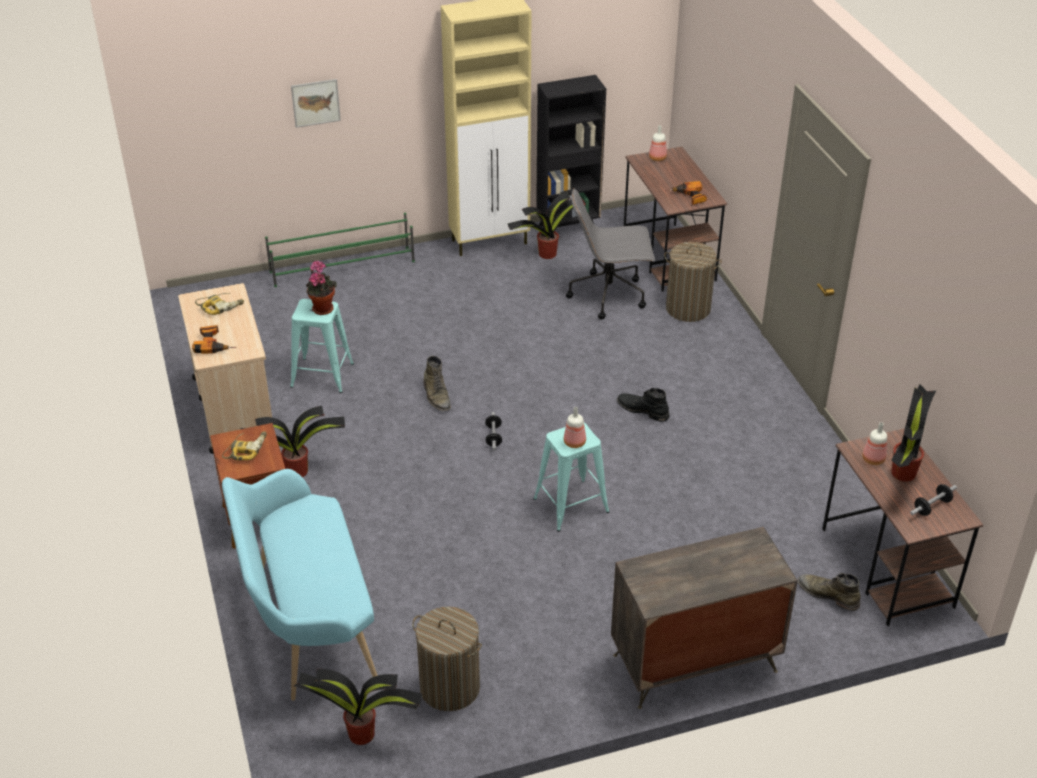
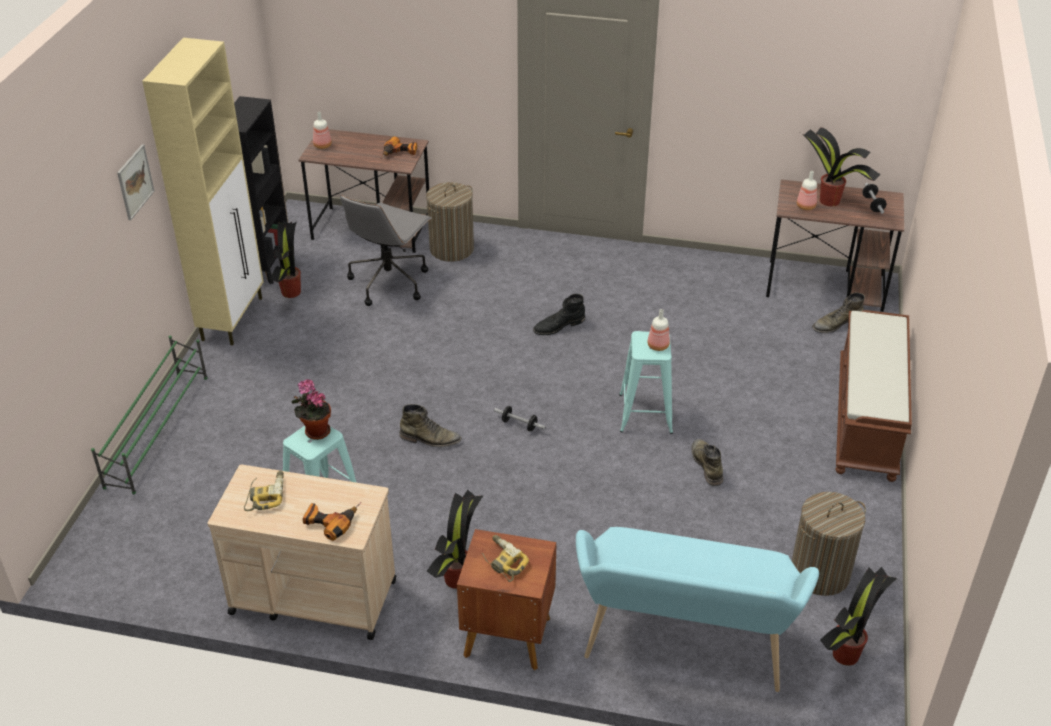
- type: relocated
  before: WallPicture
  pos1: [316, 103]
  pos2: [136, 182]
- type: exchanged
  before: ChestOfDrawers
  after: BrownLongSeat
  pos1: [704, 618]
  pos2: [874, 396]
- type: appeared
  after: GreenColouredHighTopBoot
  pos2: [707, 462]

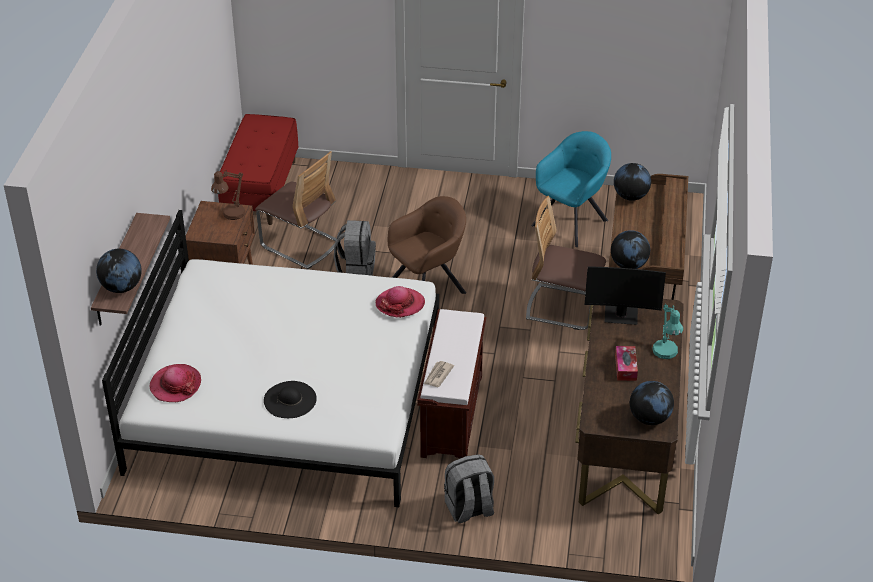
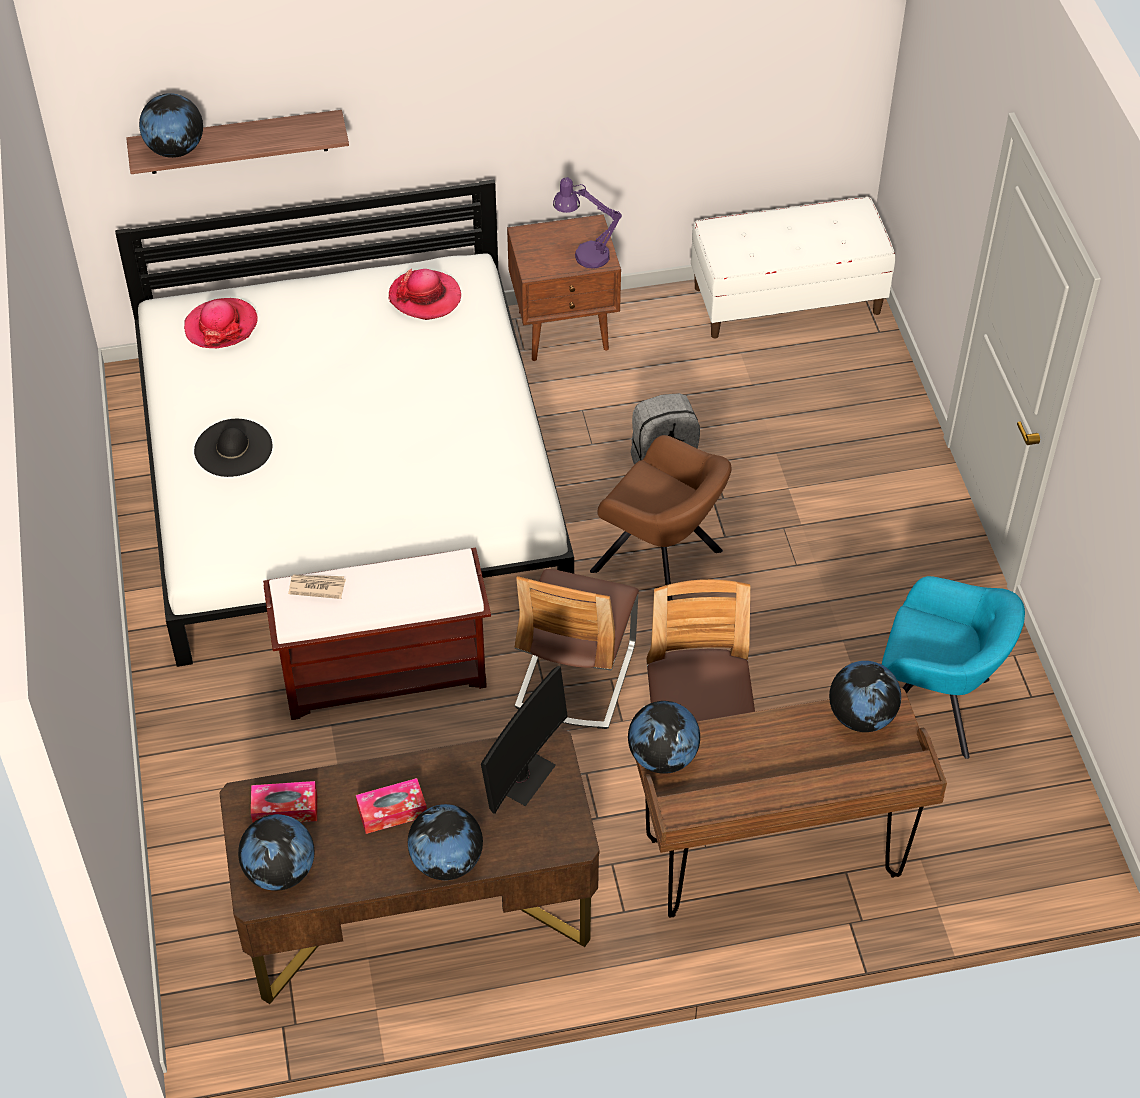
- type: colour
  before: RedLongSeat
  after: WhiteLongSeat
  pos1: [258, 169]
  pos2: [793, 267]
- type: relocated
  before: Chair
  pos1: [298, 210]
  pos2: [577, 649]
- type: colour
  before: BrownTableLamp
  after: PurpleTableLamp
  pos1: [228, 194]
  pos2: [587, 222]
- type: spun
  before: Monitor
  pos1: [625, 295]
  pos2: [524, 740]
  turn: -135
- type: relocated
  before: ClothingHat
  pos1: [400, 302]
  pos2: [425, 294]
- type: exchanged
  before: TurquoiseColouredTableLamp
  after: DeskGlobe
  pos1: [668, 331]
  pos2: [445, 842]
- type: missing
  before: GreyishKnapsack
  pos1: [469, 488]
- type: appeared
  after: BoxOfTissues
  pos2: [284, 801]

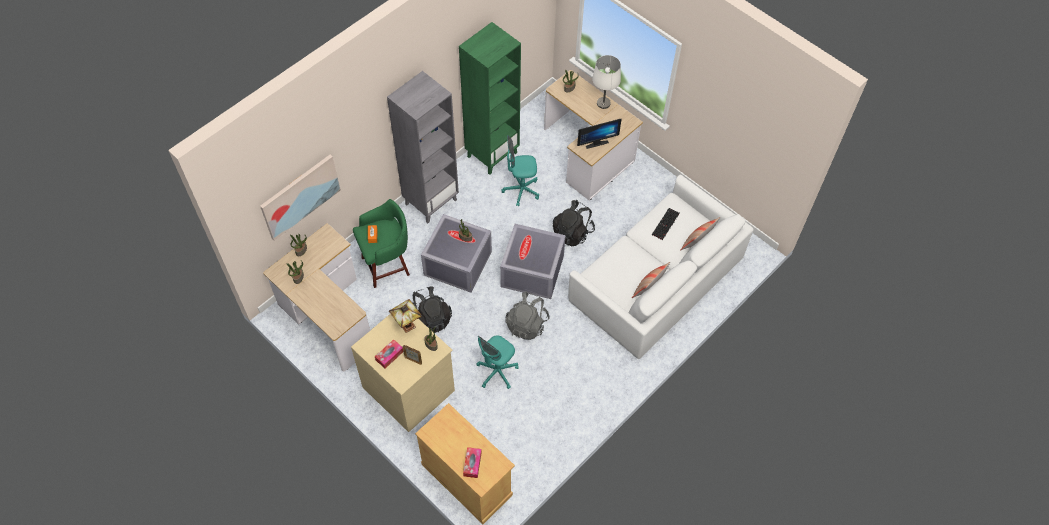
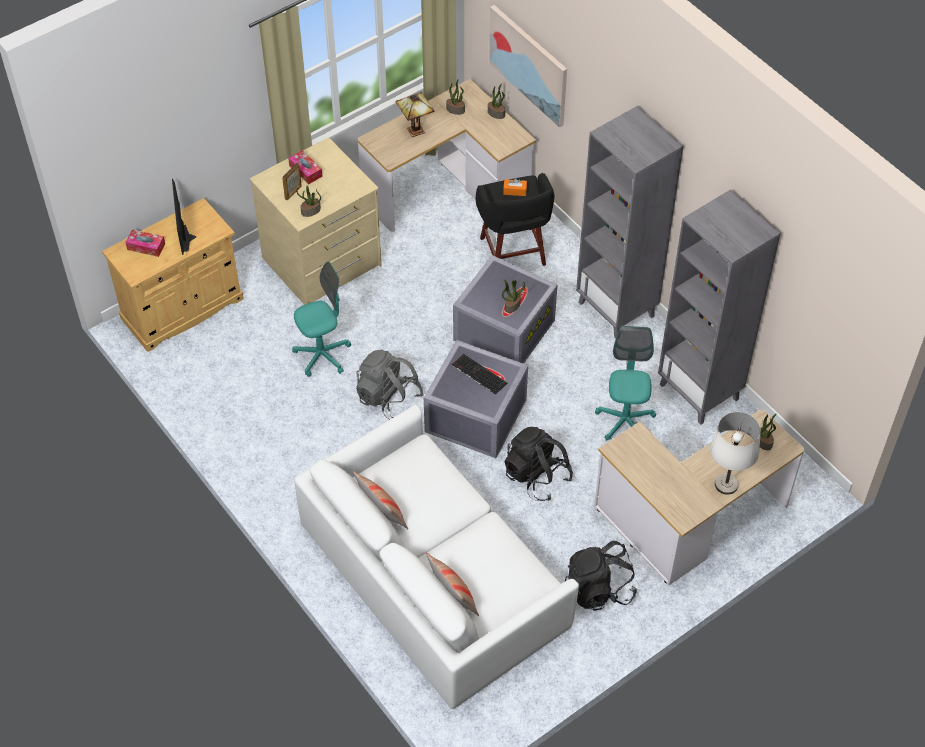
- type: colour
  before: GreenColouredBookcase
  after: GreyishBookcase
  pos1: [490, 98]
  pos2: [719, 307]
- type: relocated
  before: Monitor
  pos1: [599, 133]
  pos2: [184, 217]
- type: colour
  before: GreenColouredStool
  after: BlackColouredStool
  pos1: [381, 243]
  pos2: [515, 219]
- type: relocated
  before: ComputerKeyboard
  pos1: [666, 224]
  pos2: [479, 374]
- type: relocated
  before: BlackColouredKnapsack
  pos1: [432, 309]
  pos2: [601, 576]
- type: relocated
  before: TableLamp
  pos1: [405, 316]
  pos2: [415, 114]
- type: spun
  before: TurquoiseColouredOfficeChair
  pos1: [498, 362]
  pos2: [321, 319]
  turn: 105

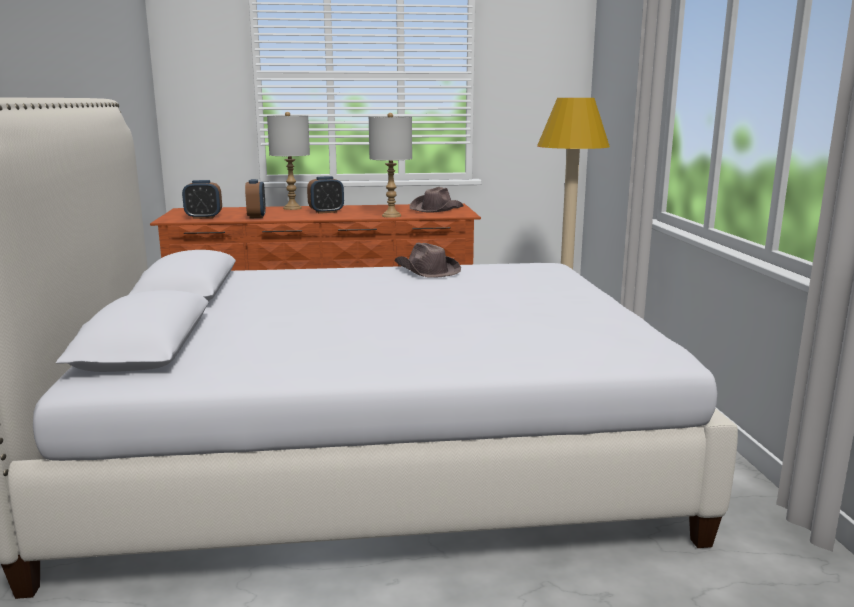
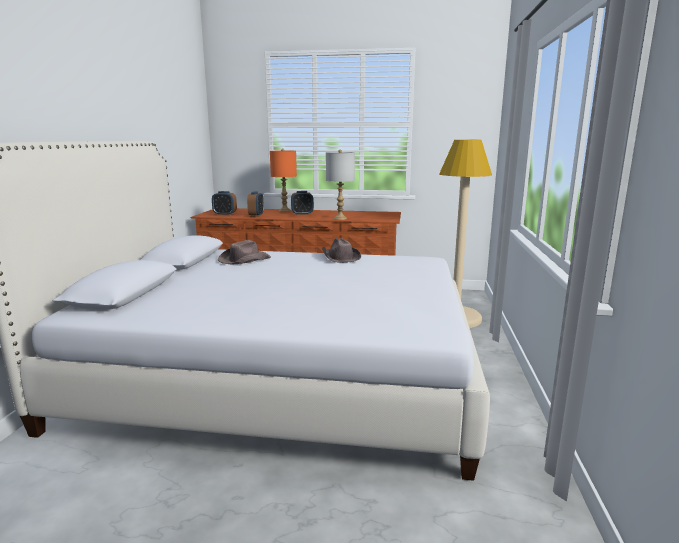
- type: colour
  before: GreyishTableLamp
  after: OrangeTableLamp
  pos1: [288, 161]
  pos2: [283, 180]
- type: relocated
  before: BrownClothingHat
  pos1: [436, 200]
  pos2: [244, 252]

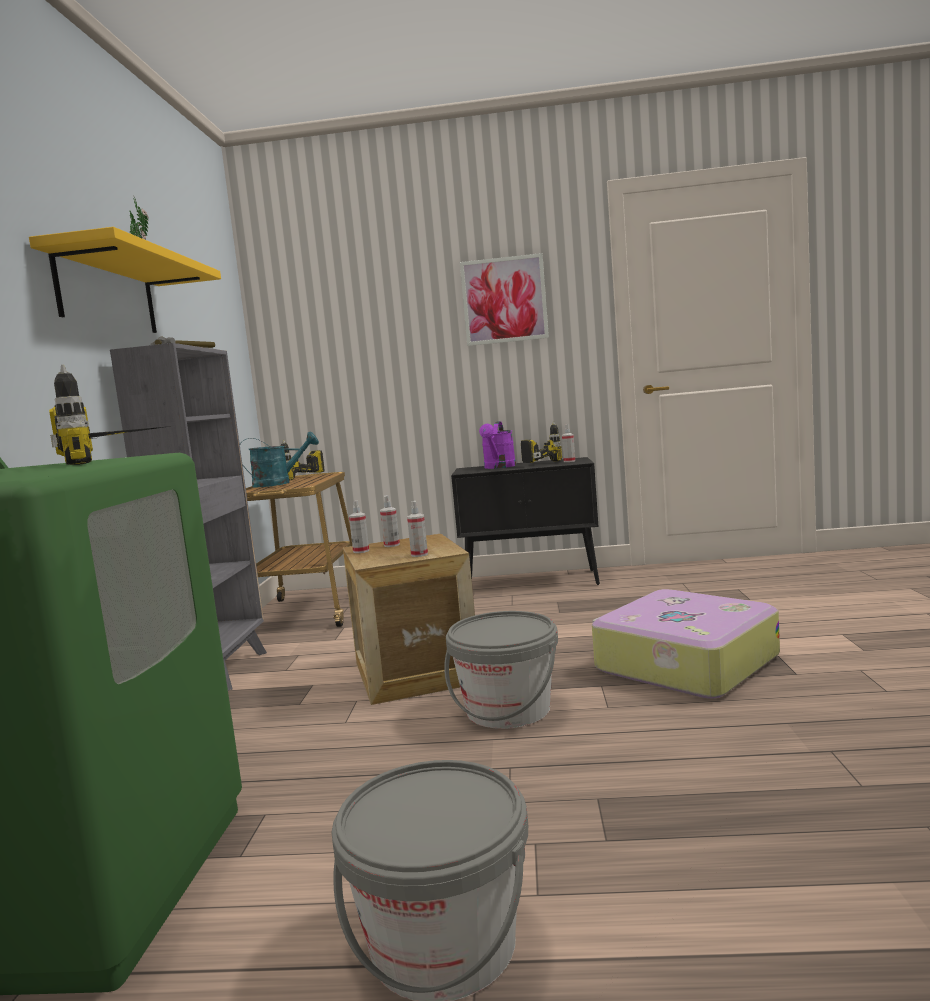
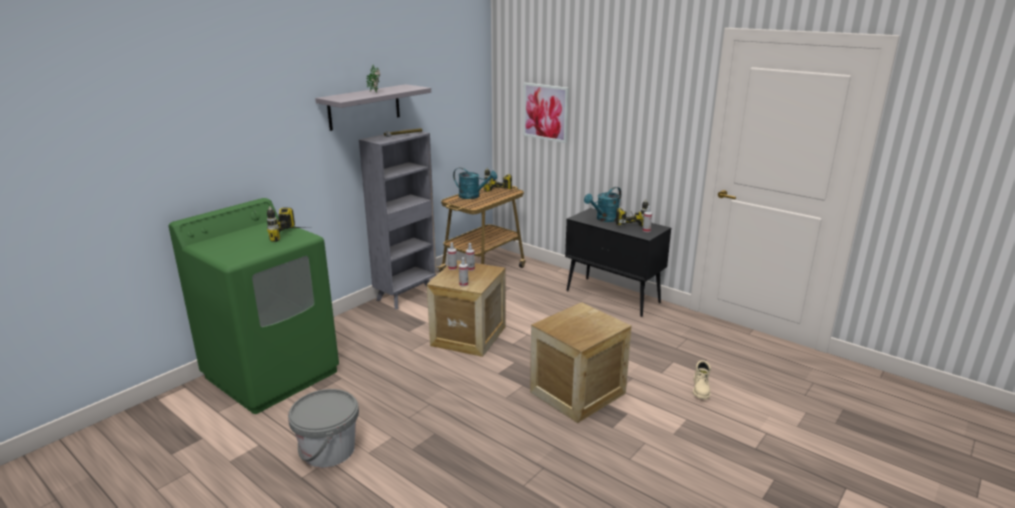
- type: colour
  before: YellowColouredShelf
  after: GreyishShelf
  pos1: [125, 280]
  pos2: [373, 107]
- type: relocated
  before: WallPicture
  pos1: [504, 299]
  pos2: [546, 113]
- type: colour
  before: PurpleSprinklingCan
  after: TurquoiseColouredSprinklingCan
  pos1: [497, 445]
  pos2: [602, 204]
- type: exchanged
  before: Suitcase
  after: ShippingCrate
  pos1: [686, 644]
  pos2: [581, 362]
- type: missing
  before: GreyishPail
  pos1: [501, 670]
- type: appeared
  after: BeigeHighTopBoot
  pos2: [702, 379]

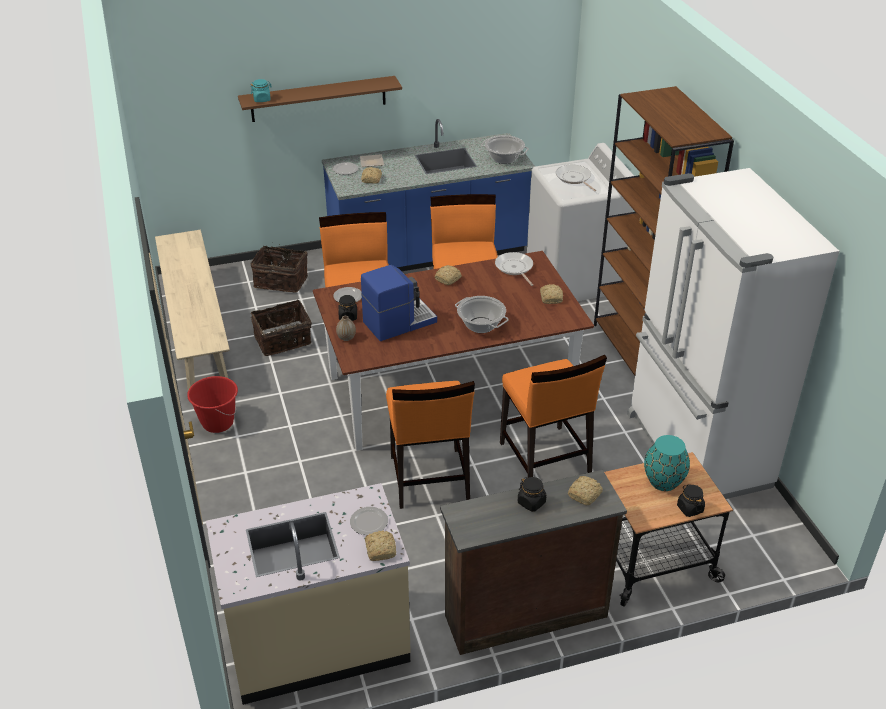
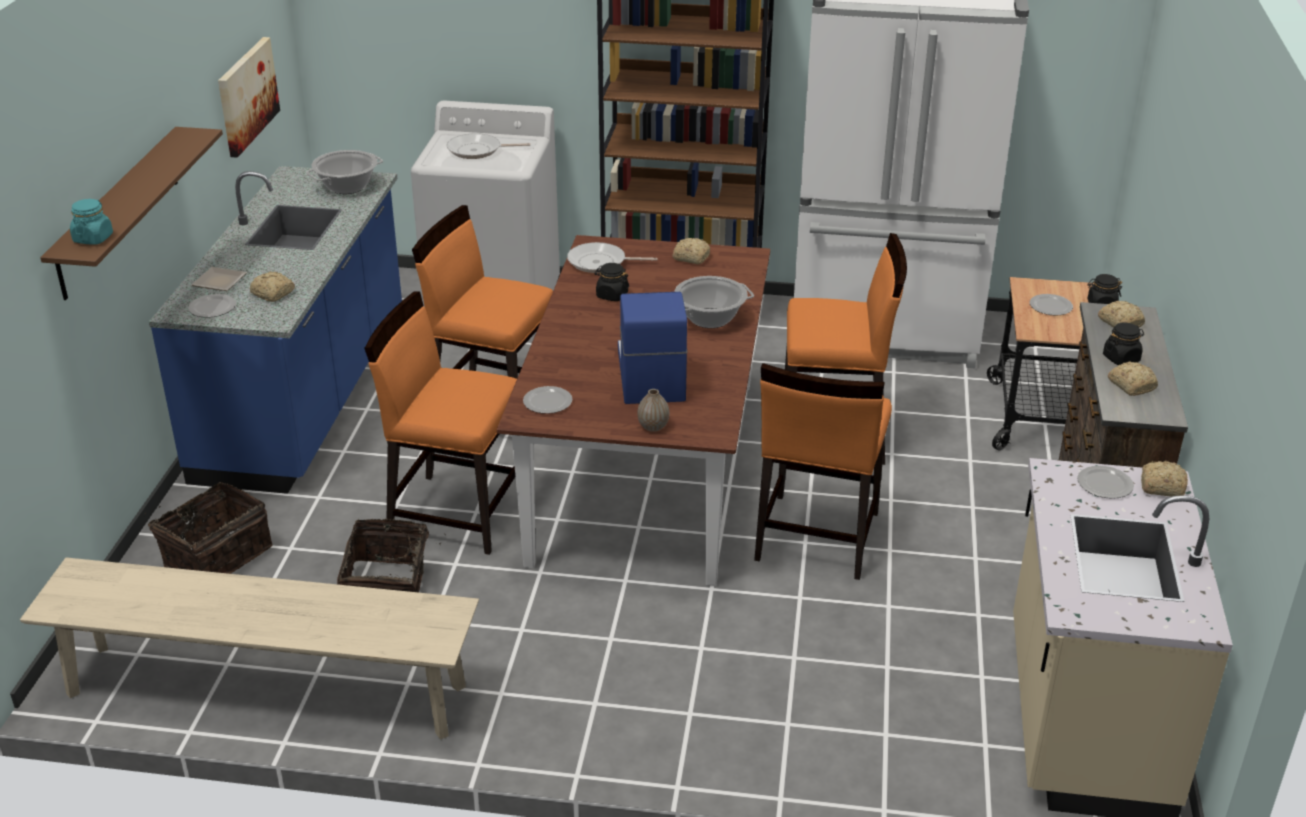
- type: relocated
  before: Bread
  pos1: [448, 275]
  pos2: [1133, 378]
- type: relocated
  before: BlackColouredPreserveJar
  pos1: [347, 308]
  pos2: [611, 282]
- type: missing
  before: RedPail
  pos1: [212, 404]
- type: spun
  before: OrangeChair
  pos1: [430, 445]
  pos2: [823, 471]
  turn: 90
- type: exchanged
  before: TurquoiseColouredVase
  after: Plate
  pos1: [667, 463]
  pos2: [1051, 305]
- type: appeared
  after: WallPicture
  pos2: [249, 97]

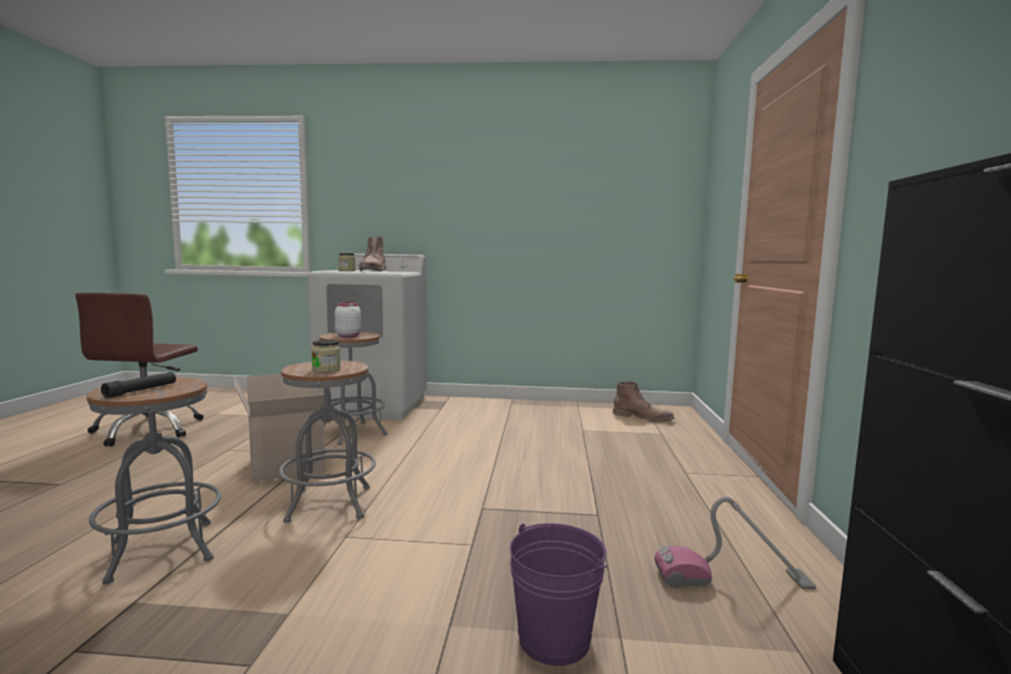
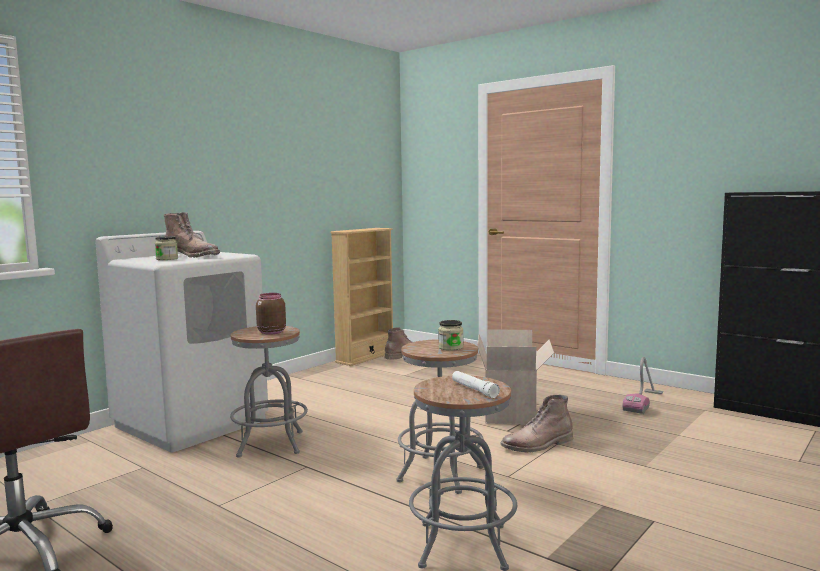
- type: colour
  before: WhitePreserveJar
  after: BrownPreserveJar
  pos1: [348, 319]
  pos2: [271, 314]
- type: colour
  before: BlackColouredHandTorch
  after: WhiteHandTorch
  pos1: [138, 385]
  pos2: [476, 384]
- type: relocated
  before: CardboardBox
  pos1: [283, 428]
  pos2: [515, 377]
- type: missing
  before: PurplePail
  pos1: [558, 594]
- type: appeared
  after: BeigeBookcase
  pos2: [362, 297]
- type: appeared
  after: BrownHighTopBoot
  pos2: [536, 424]

